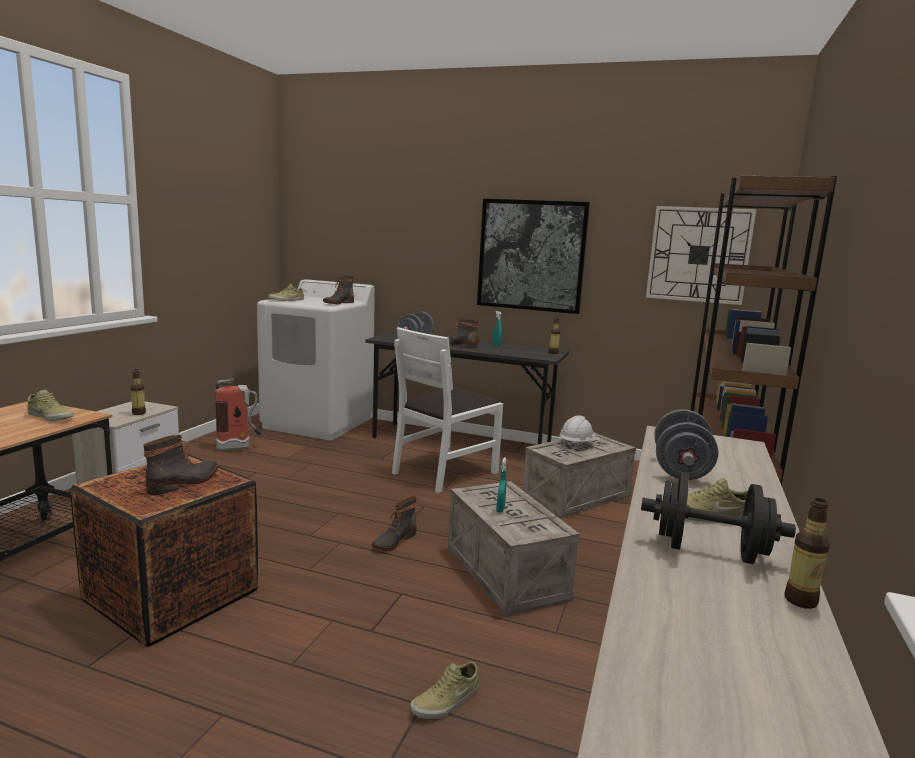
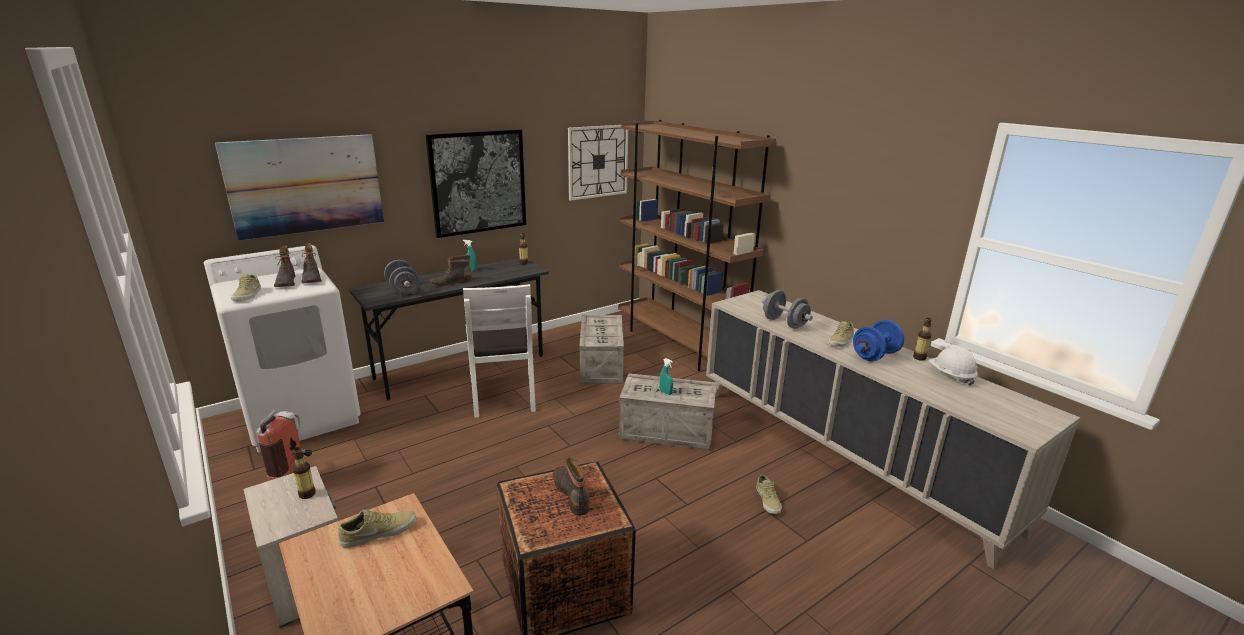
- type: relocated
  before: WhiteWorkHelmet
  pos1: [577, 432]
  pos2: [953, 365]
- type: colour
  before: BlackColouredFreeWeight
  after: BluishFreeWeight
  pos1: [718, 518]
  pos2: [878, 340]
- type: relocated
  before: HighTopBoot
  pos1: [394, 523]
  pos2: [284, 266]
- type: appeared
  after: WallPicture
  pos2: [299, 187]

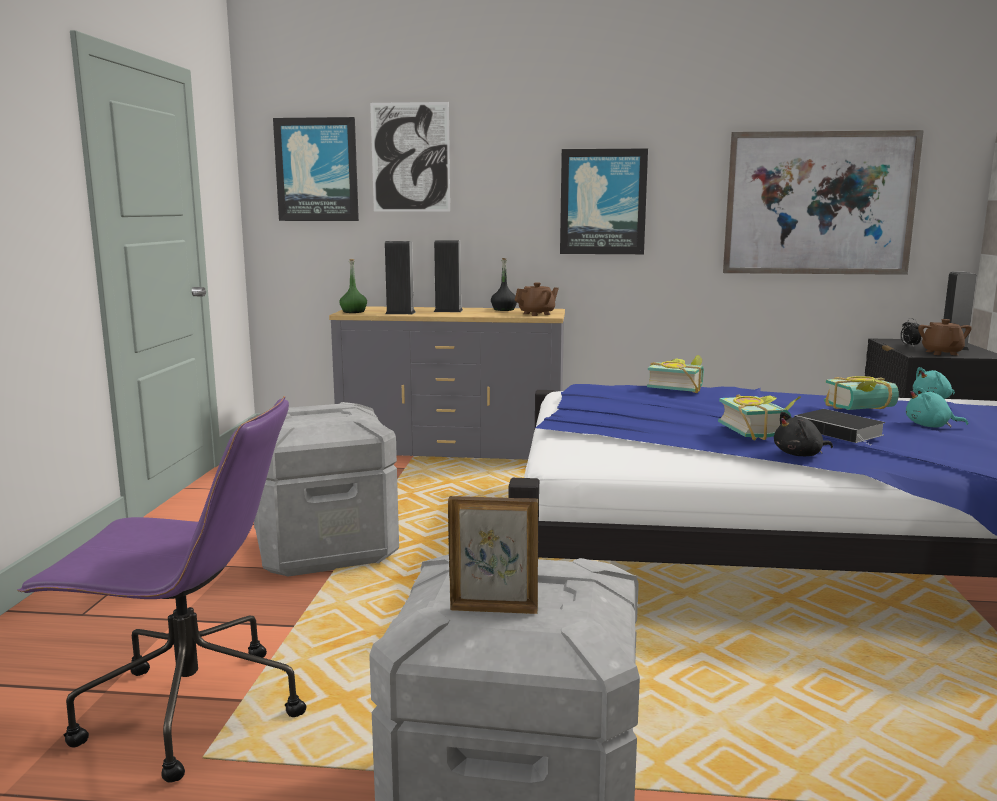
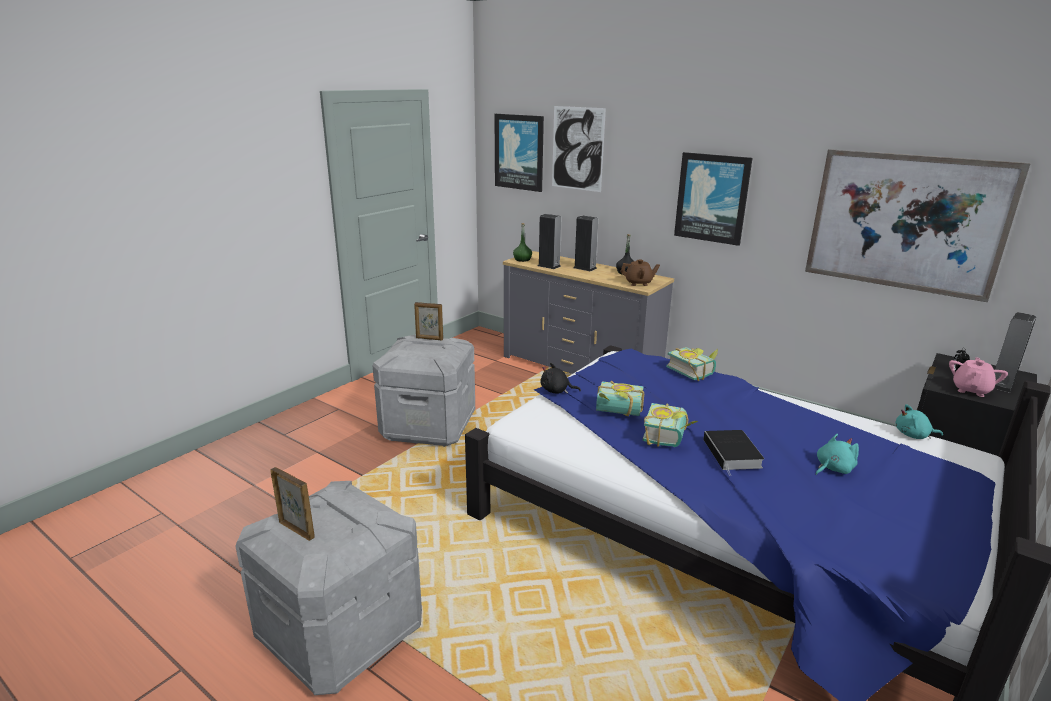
- type: colour
  before: BrownTeaPot
  after: PinkColouredTeaPot
  pos1: [945, 337]
  pos2: [978, 377]
- type: relocated
  before: BoundBook
  pos1: [861, 393]
  pos2: [620, 398]
- type: spun
  before: TurquoiseColouredCuddlyToy
  pos1: [937, 407]
  pos2: [837, 454]
  turn: 105
- type: missing
  before: PurpleOfficeChair
  pos1: [161, 589]
- type: relocated
  before: BlackColouredCuddlyToy
  pos1: [803, 434]
  pos2: [560, 378]
- type: appeared
  after: PictureFrame
  pos2: [428, 321]

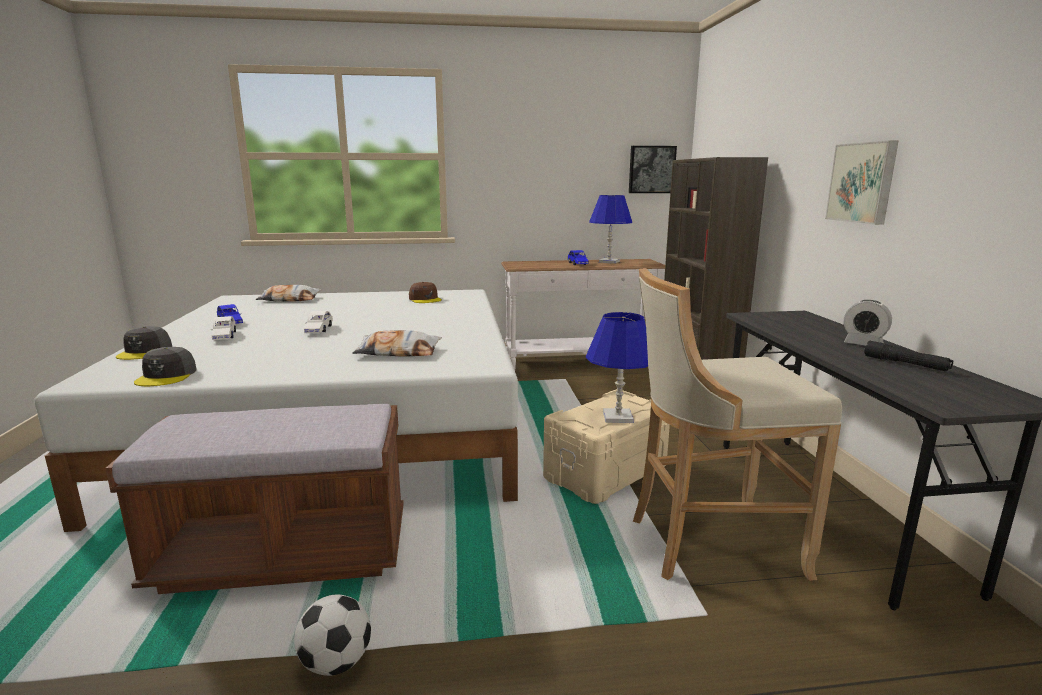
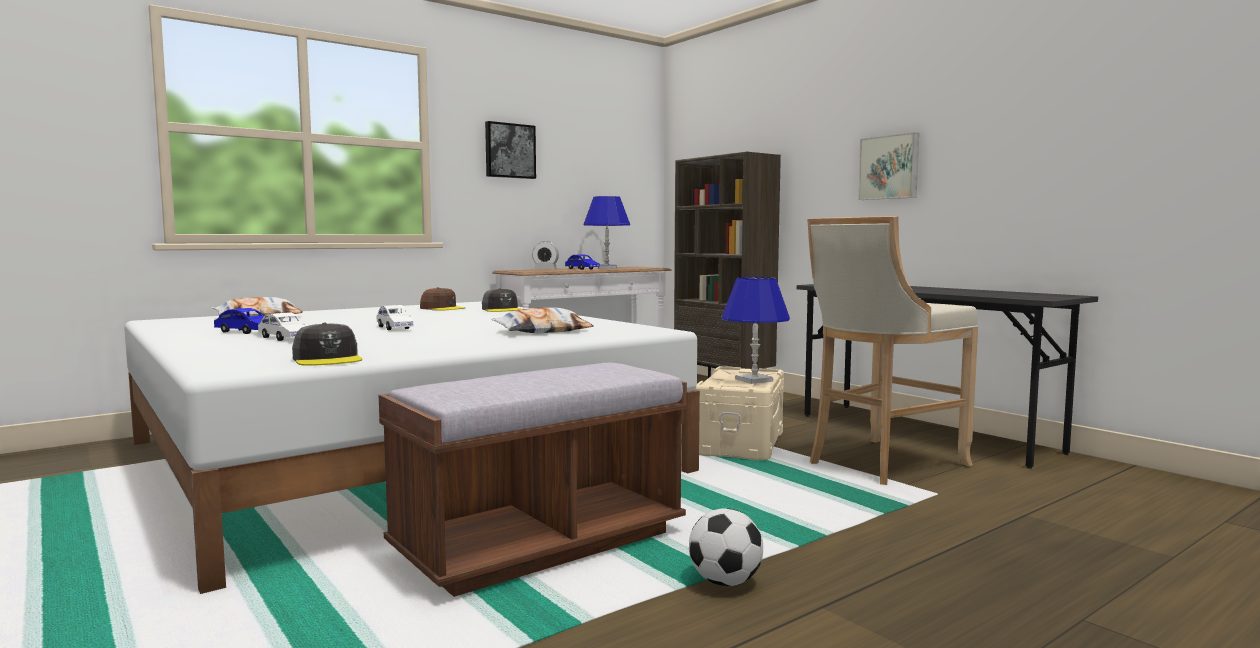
- type: relocated
  before: WallPicture
  pos1: [653, 169]
  pos2: [510, 150]
- type: relocated
  before: TableClock
  pos1: [868, 323]
  pos2: [545, 255]
- type: relocated
  before: GreyishBaseballCap
  pos1: [144, 343]
  pos2: [501, 300]
- type: missing
  before: BlackColouredHandTorch
  pos1: [908, 356]

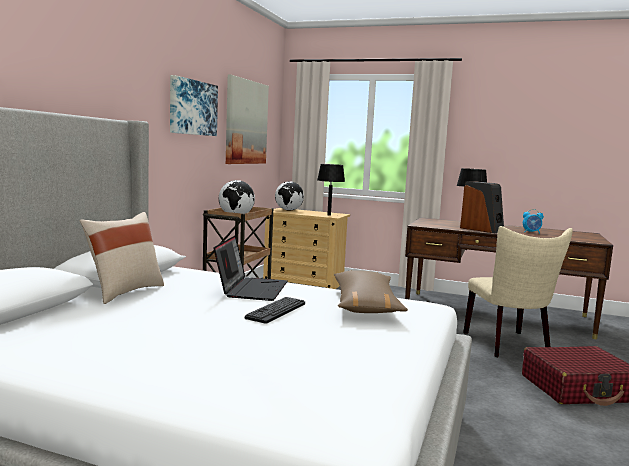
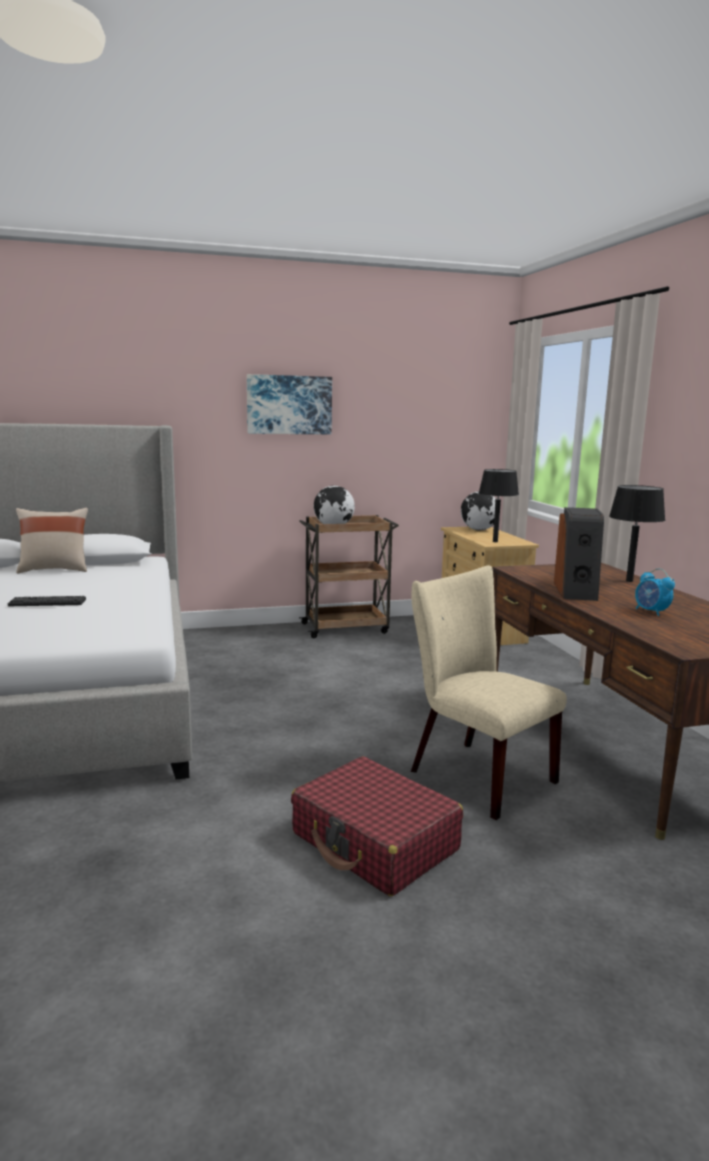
- type: missing
  before: WallPicture
  pos1: [247, 119]
- type: spun
  before: BeigeChair
  pos1: [518, 291]
  pos2: [489, 692]
  turn: 90
- type: missing
  before: Laptop
  pos1: [250, 268]
- type: missing
  before: BrownPillow
  pos1: [371, 291]

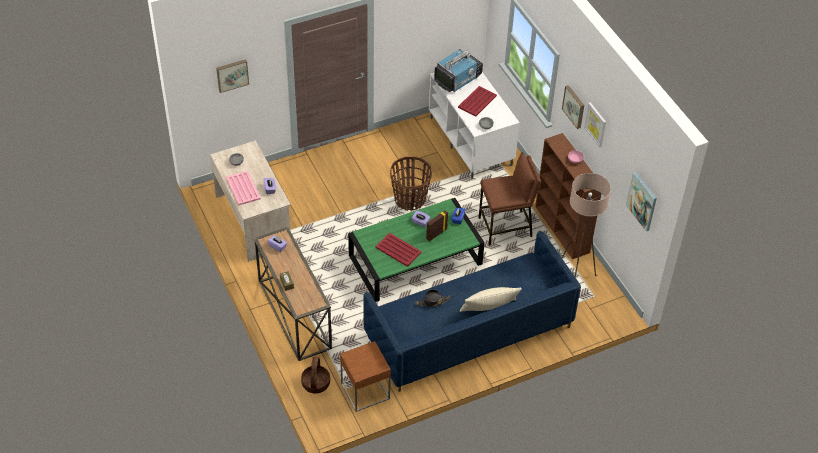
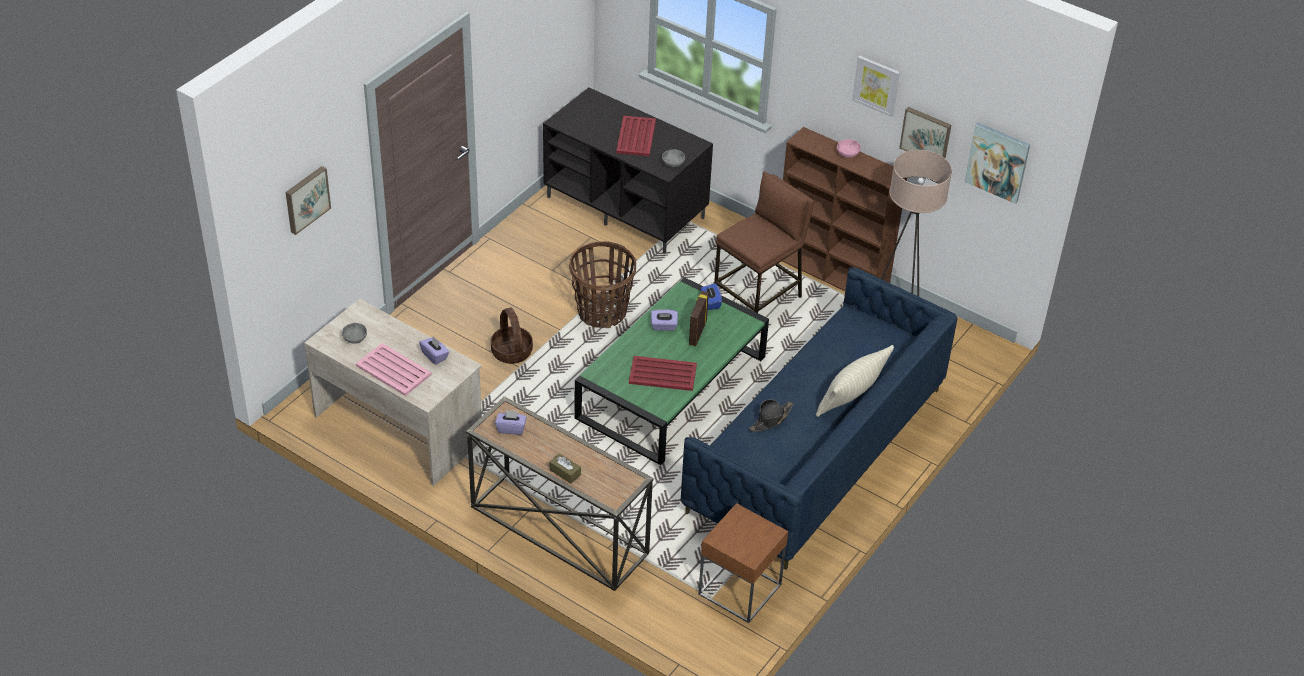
- type: missing
  before: Tv
  pos1: [458, 70]
- type: colour
  before: WhiteTvStand
  after: BlackColouredTvStand
  pos1: [474, 125]
  pos2: [628, 170]
- type: relocated
  before: WallPicture
  pos1: [573, 107]
  pos2: [925, 133]
- type: relocated
  before: HouseholdBasket
  pos1: [315, 375]
  pos2: [512, 335]

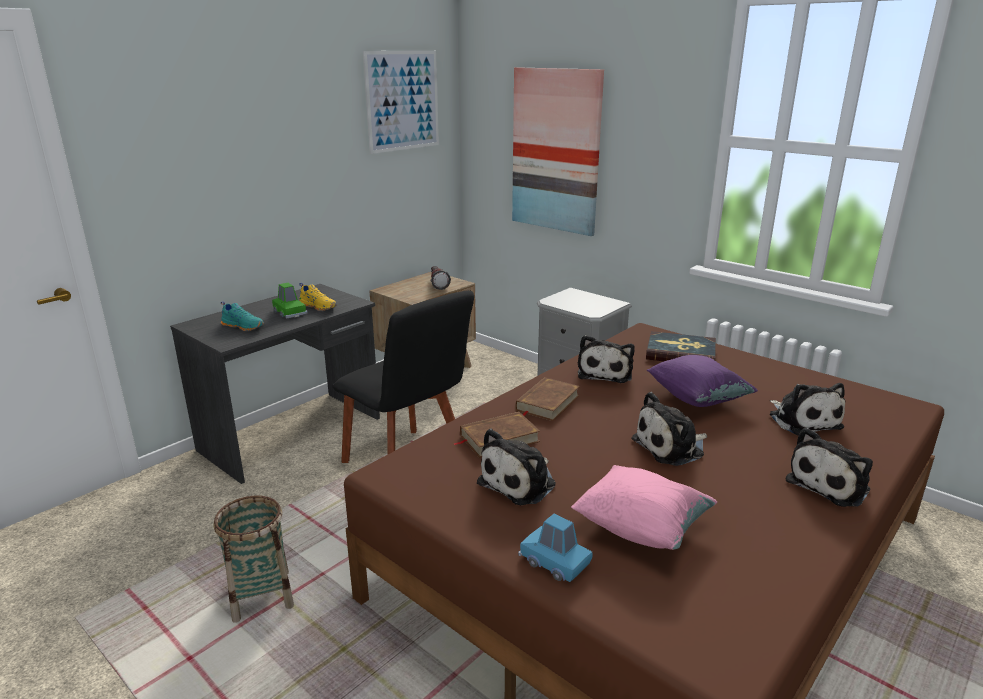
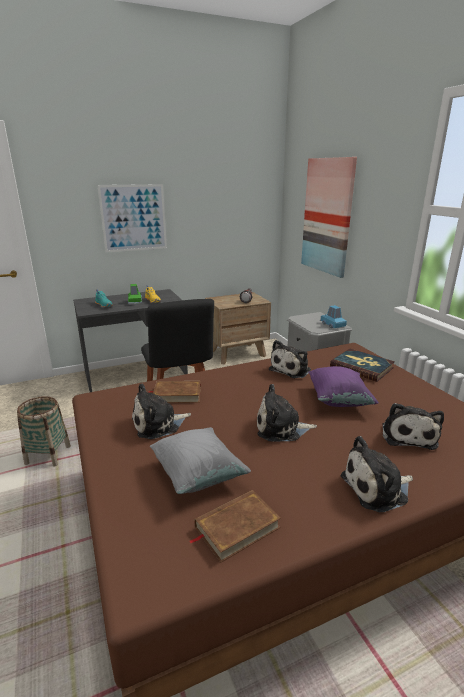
- type: relocated
  before: WallPicture
  pos1: [401, 102]
  pos2: [132, 218]
- type: relocated
  before: BrownBoundBook
  pos1: [547, 399]
  pos2: [235, 526]
- type: colour
  before: PinkColouredPillow
  after: GreyishPillow
  pos1: [644, 507]
  pos2: [200, 460]
- type: relocated
  before: BluishToyCar
  pos1: [555, 548]
  pos2: [333, 316]

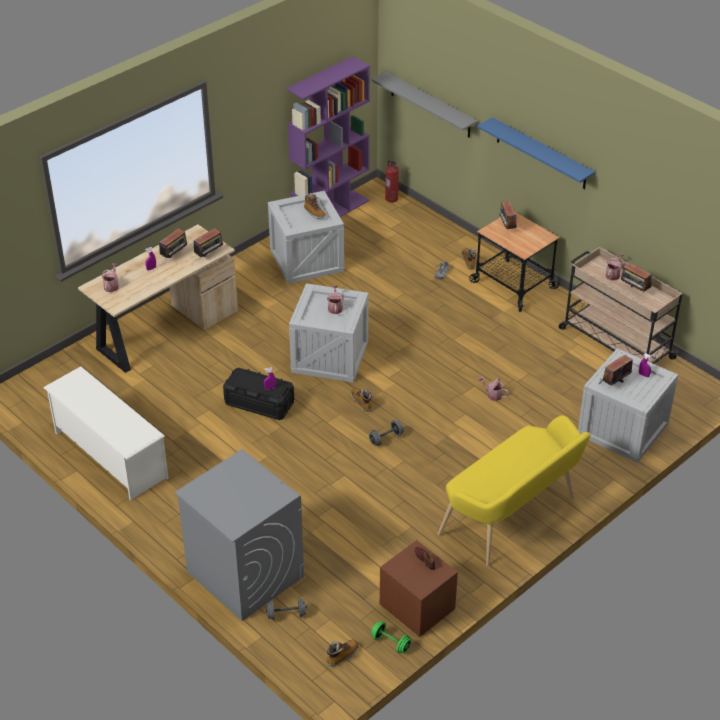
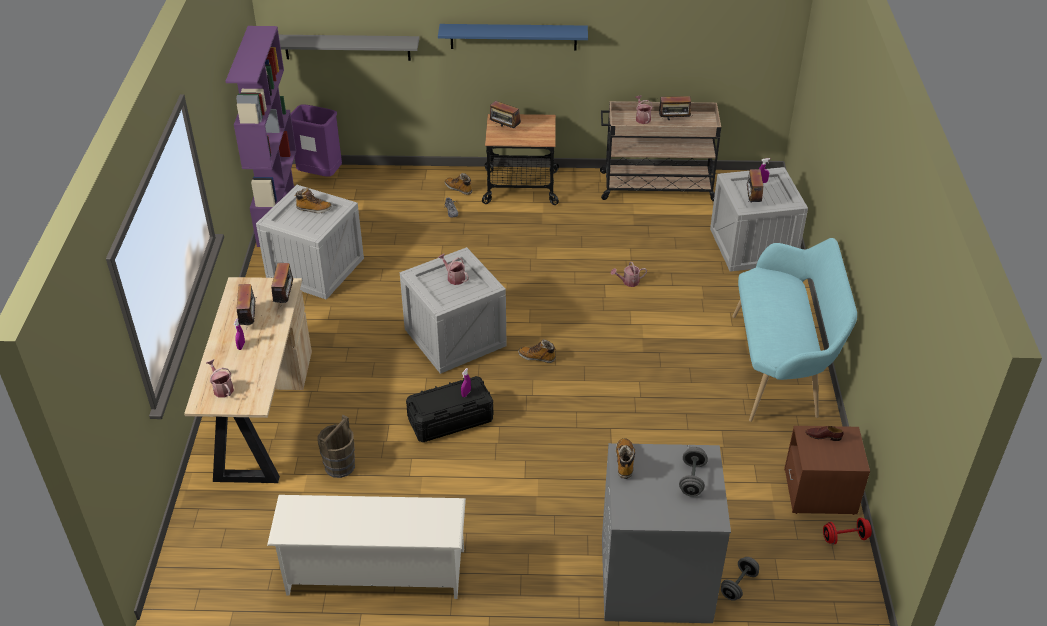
- type: exchanged
  before: FireFightingCylinder
  after: PurpleTrashCan
  pos1: [392, 181]
  pos2: [316, 140]
- type: colour
  before: YellowColouredLongSeat
  after: TurquoiseColouredLongSeat
  pos1: [514, 490]
  pos2: [794, 330]
- type: relocated
  before: GreyishFreeWeight
  pos1: [386, 433]
  pos2: [693, 472]
- type: colour
  before: GreenColouredFreeWeight
  after: RedFreeWeight
  pos1: [391, 637]
  pos2: [847, 531]
- type: relocated
  before: HighTopBoot
  pos1: [342, 653]
  pos2: [625, 458]
- type: appeared
  after: BrownPail
  pos2: [336, 446]

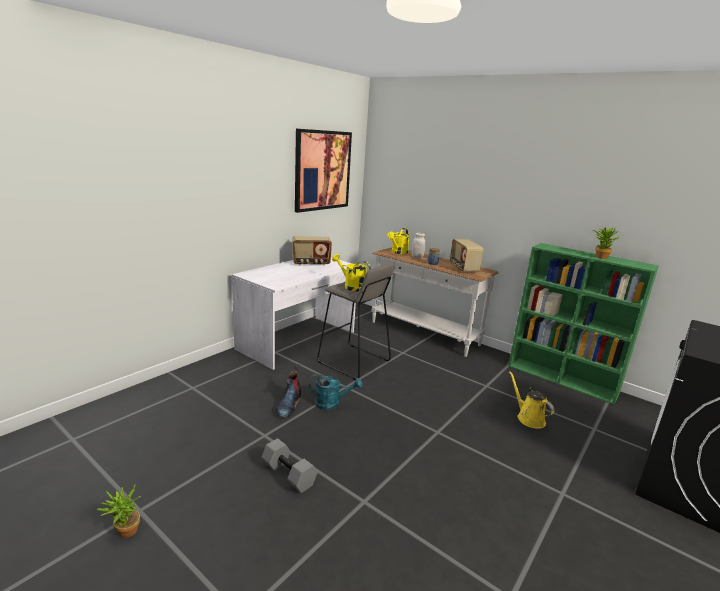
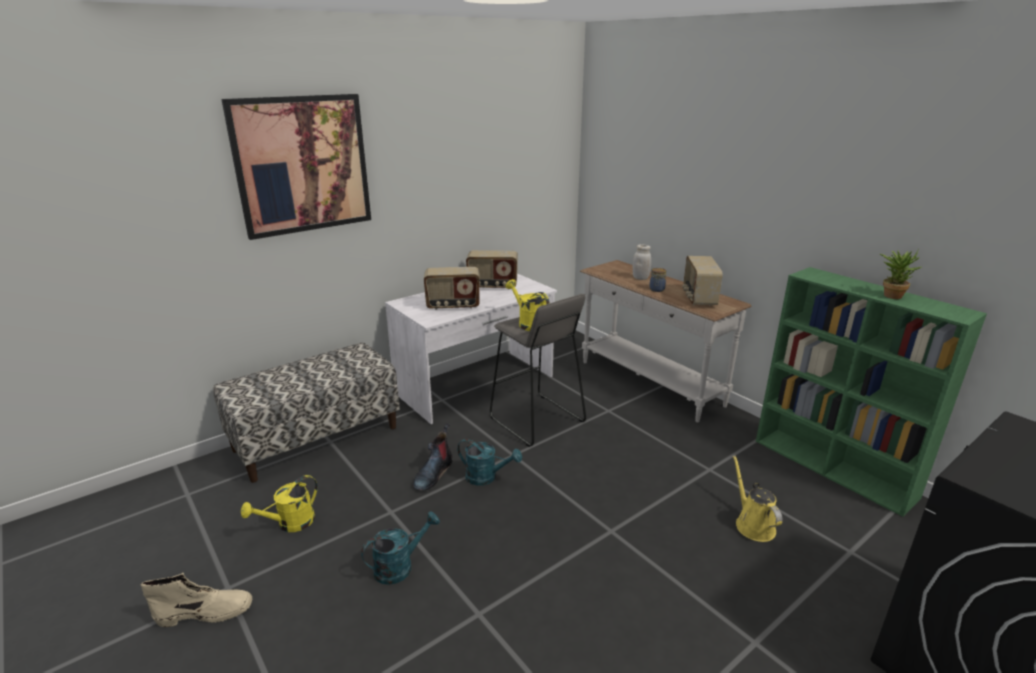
- type: relocated
  before: WallPicture
  pos1: [323, 171]
  pos2: [296, 167]
- type: relocated
  before: YellowColouredSprinklingCan
  pos1: [398, 241]
  pos2: [279, 503]
- type: exchanged
  before: GreyishFreeWeight
  after: TurquoiseColouredSprinklingCan
  pos1: [289, 465]
  pos2: [400, 548]
- type: exchanged
  before: PlantInAPot
  after: BeigeHighTopBoot
  pos1: [119, 511]
  pos2: [196, 600]
- type: appeared
  after: Radio
  pos2: [451, 288]
- type: appeared
  after: LongSeat
  pos2: [306, 413]

